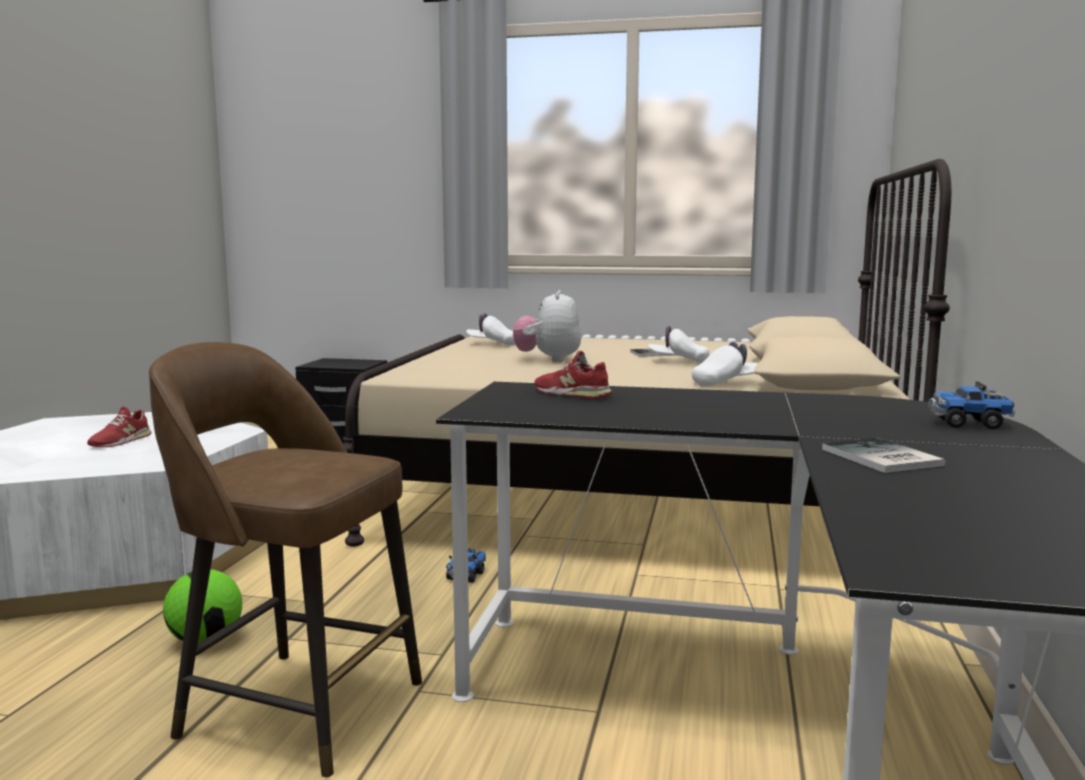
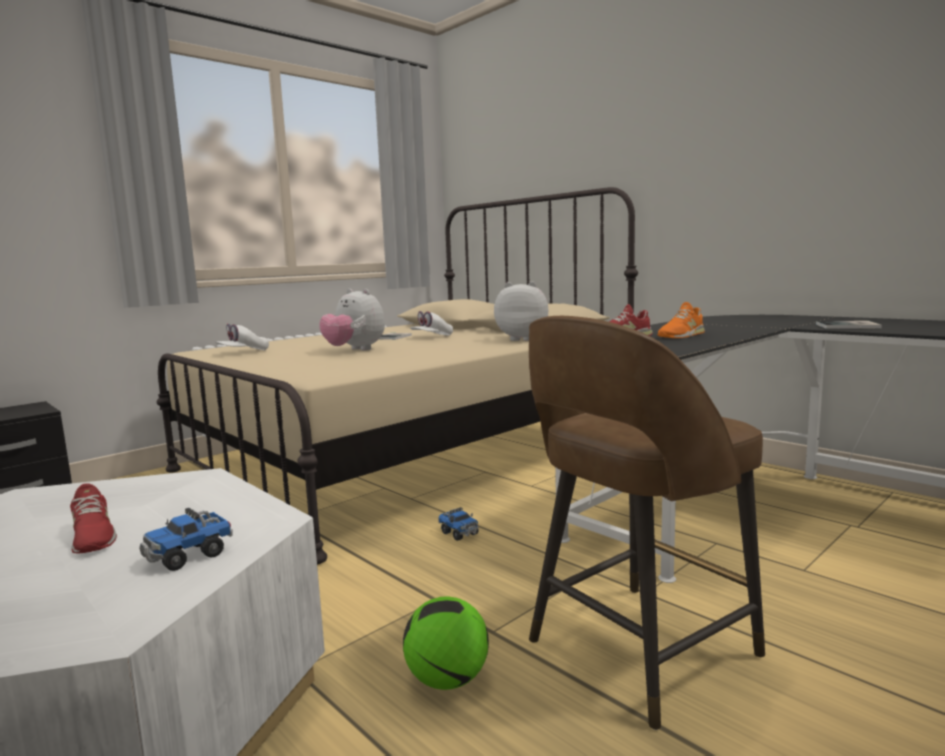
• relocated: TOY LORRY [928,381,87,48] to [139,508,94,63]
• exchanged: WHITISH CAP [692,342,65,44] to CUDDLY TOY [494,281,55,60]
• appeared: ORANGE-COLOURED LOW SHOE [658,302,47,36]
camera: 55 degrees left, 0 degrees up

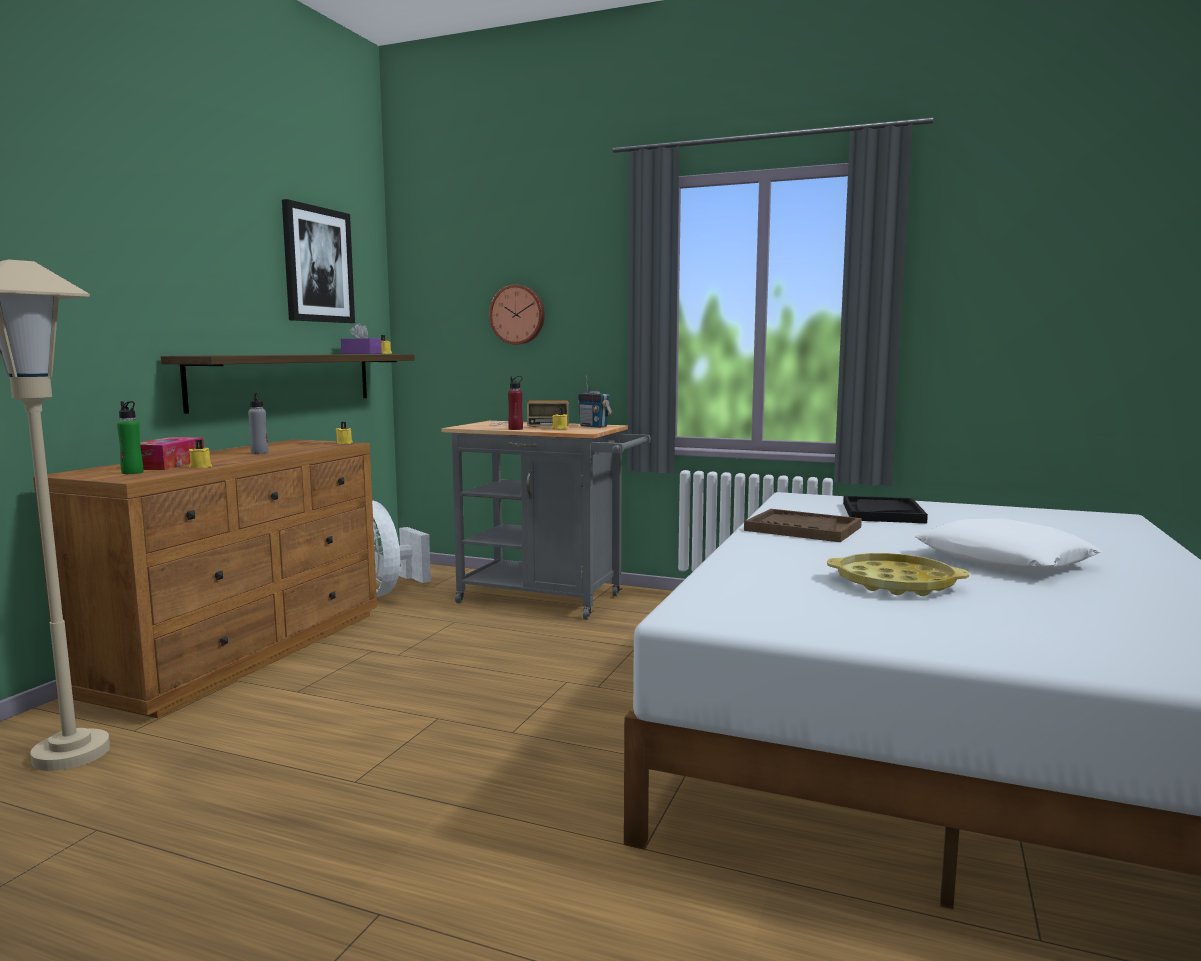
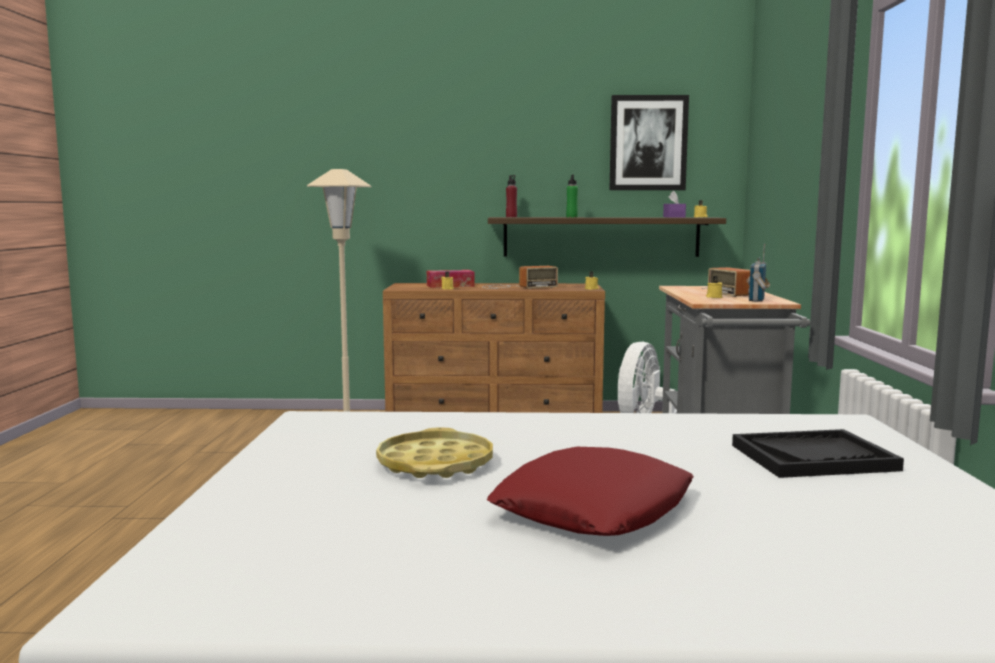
• exchanged: GRAY BEVERAGE BOTTLE [248,393,20,61] to RADIO RECEIVER [482,266,76,23]
• colour: WHITISH PILLOW [914,519,188,53] to RED-COLOURED PILLOW [487,447,207,89]
• relocated: RED-COLOURED BEVERAGE BOTTLE [508,376,15,54] to [506,175,11,42]
• relocated: GREEN BEVERAGE BOTTLE [117,401,26,73] to [566,174,12,44]
• missing: WALL CLOCK [489,285,56,60]
• missing: BROWN-COLOURED TRAY [744,509,118,33]
camera: 70 degrees right, 0 degrees up

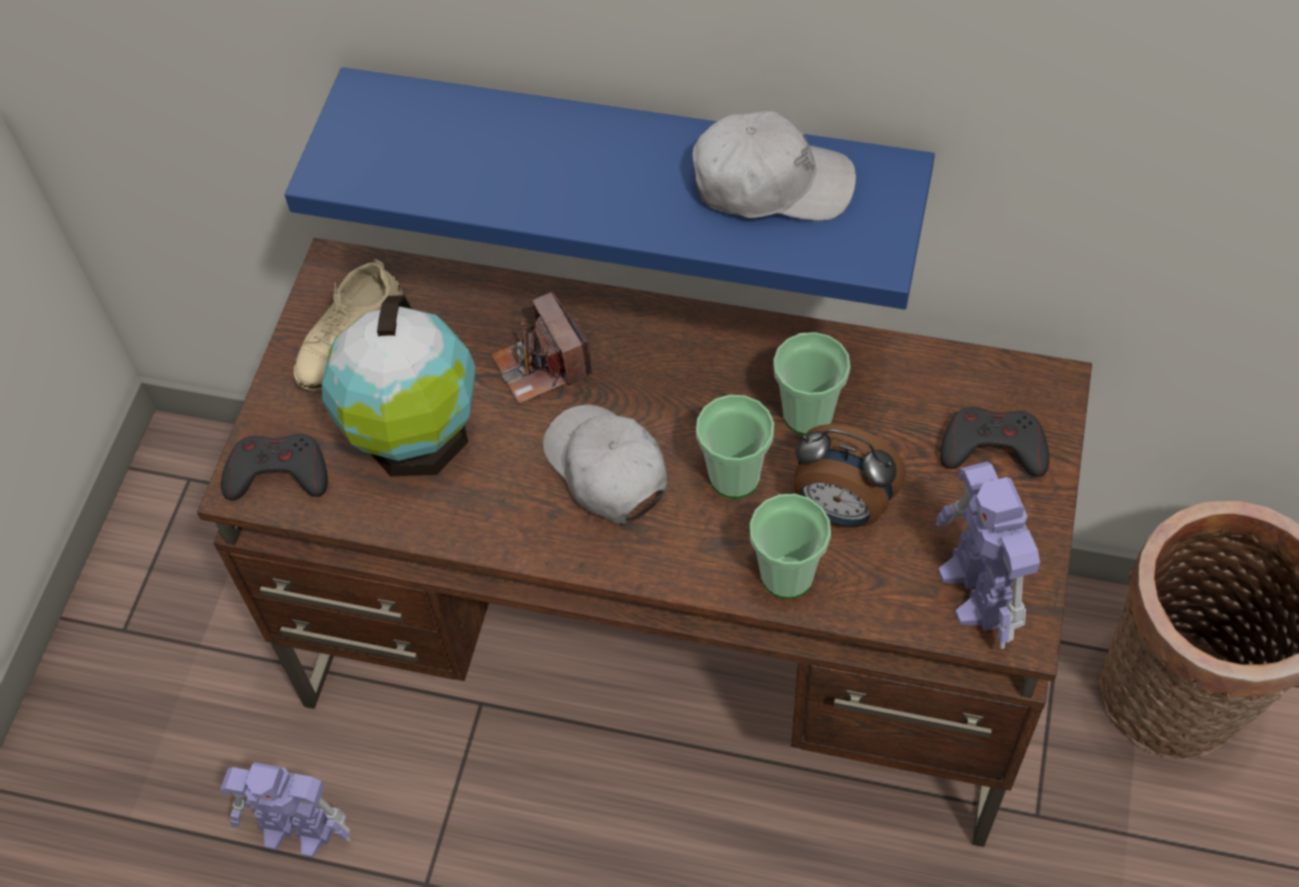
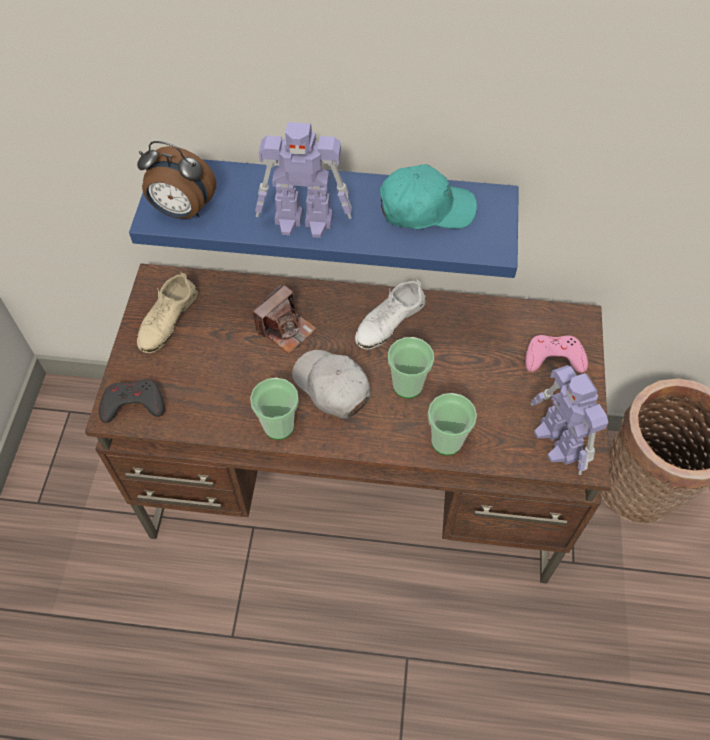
• relocated: BEDSIDE CLOCK [794,424,112,102] to [137,141,79,78]
• relocated: SMALL CUP [773,332,78,103] to [250,378,49,62]
• spun: PHOTO CAMERA [491,292,102,112] = [252,284,65,70] 105 degrees counterclockwise
• relocated: TOY ROBOT [220,762,131,96] to [255,122,97,116]
• appeared: WHITISH LOW SHOE [355,279,71,70]
• colour: WHITISH CAP [692,111,164,110] to TURQUOISE CAP [380,164,97,65]
• colour: GRAY JOYPAD [940,407,109,70] to PINK-COLOURED JOYPAD [525,335,63,38]
• missing: GLOBE [322,295,153,181]
camera: 10 degrees left, 0 degrees up

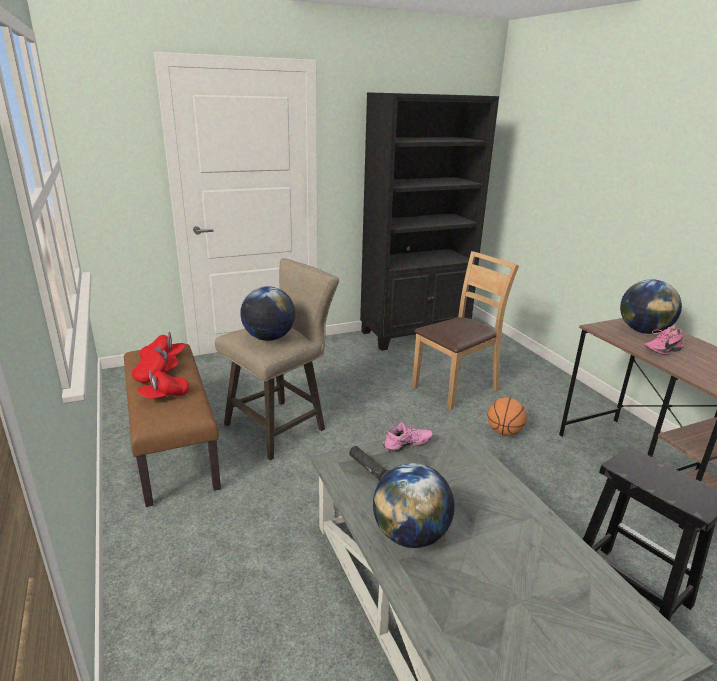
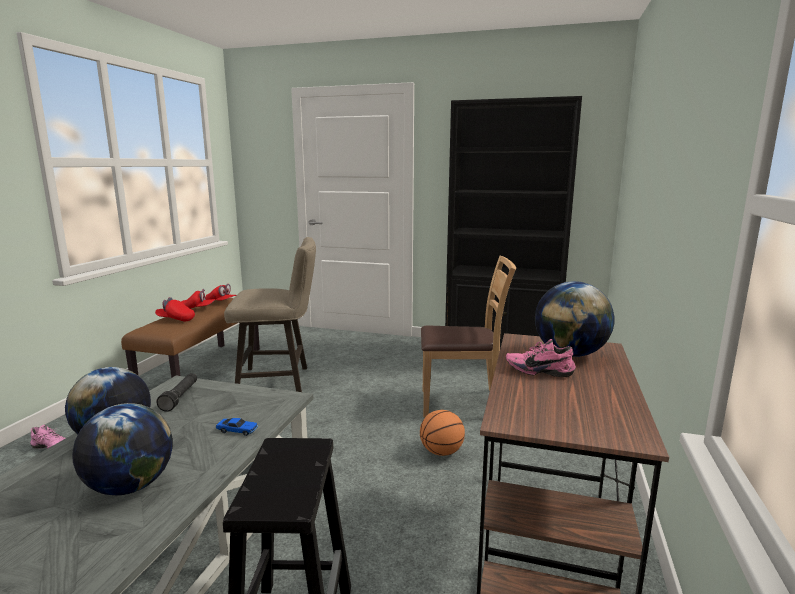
• relocated: PINK-COLOURED LOW SHOE [383,422,50,30] to [30,424,35,25]
• relocated: GLOBE [240,286,55,55] to [72,403,101,92]
• appeared: MODEL CAR [216,418,42,18]
camera: 40 degrees right, 10 degrees down

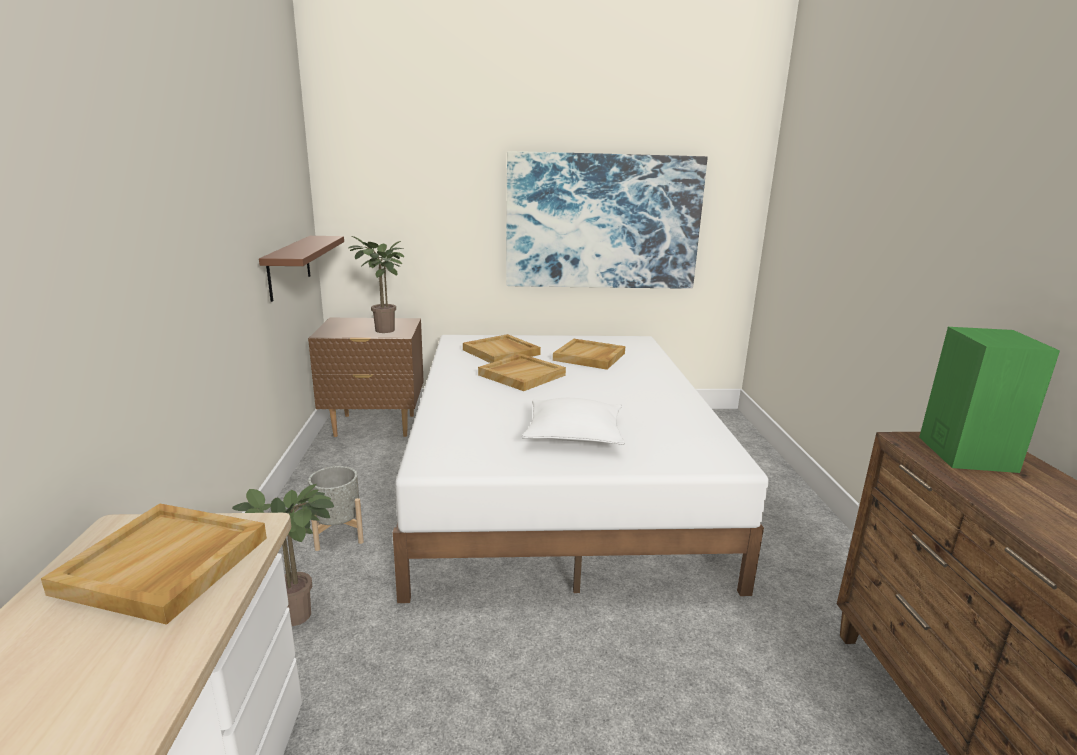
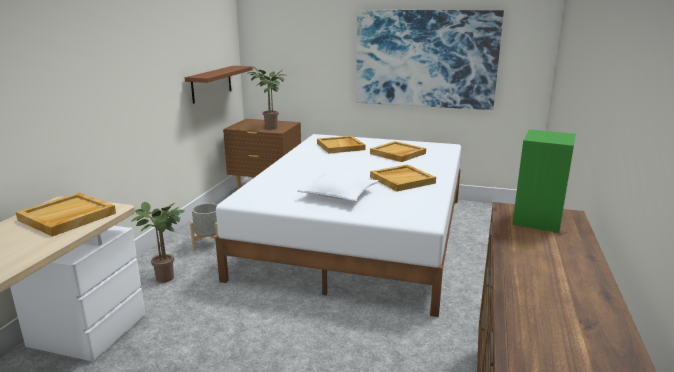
• relocated: SAND-COLOURED TRAY [478,354,88,37] to [370,165,66,26]
camera: 20 degrees right, 0 degrees up

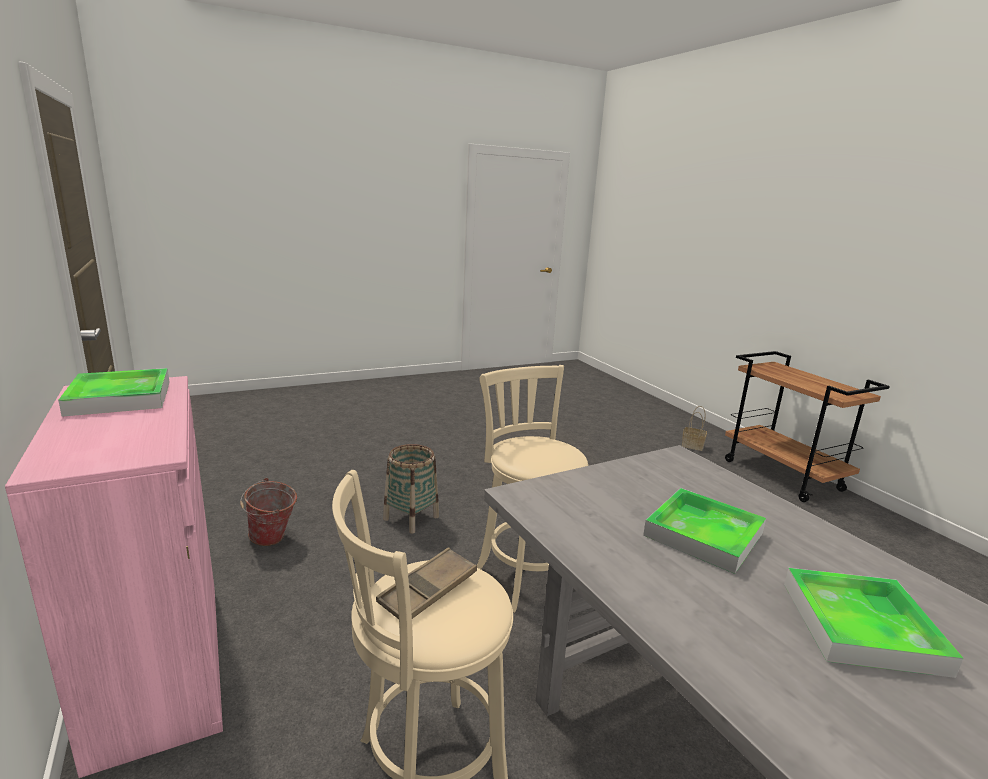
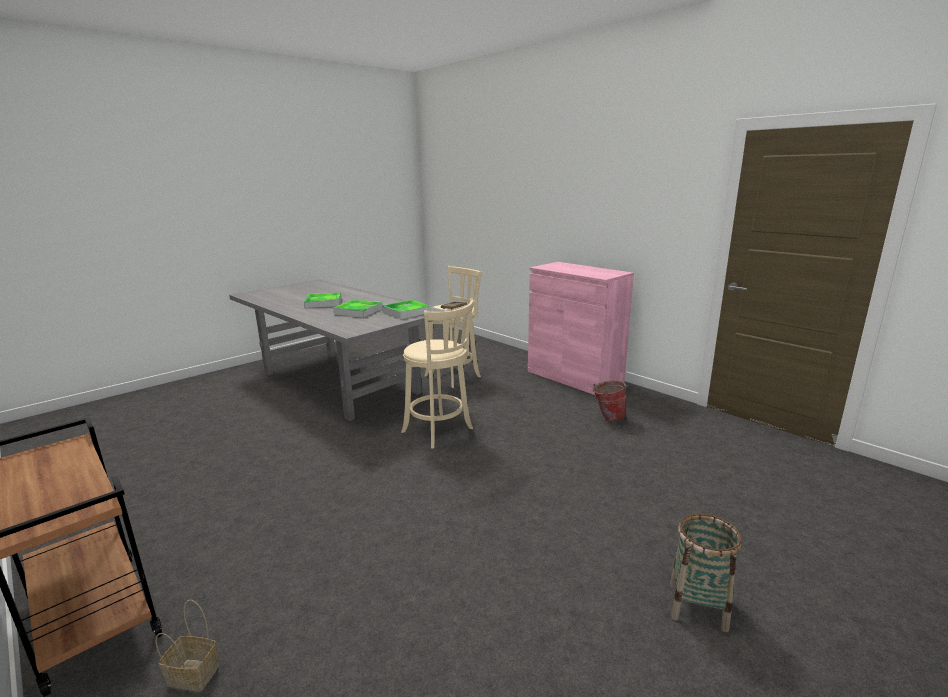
• relocated: TRAY [58,368,111,48] to [382,300,49,19]
• relocated: HOUSEHOLD BASKET [383,444,56,89] to [670,513,72,119]
camera: 165 degrees right, 0 degrees up

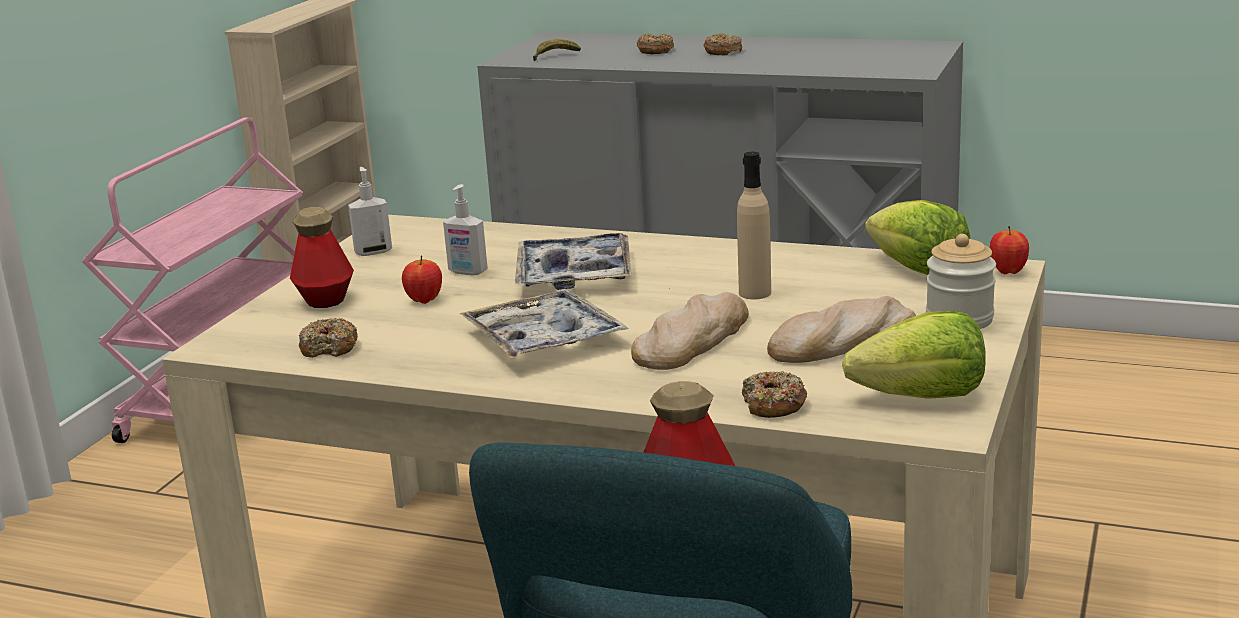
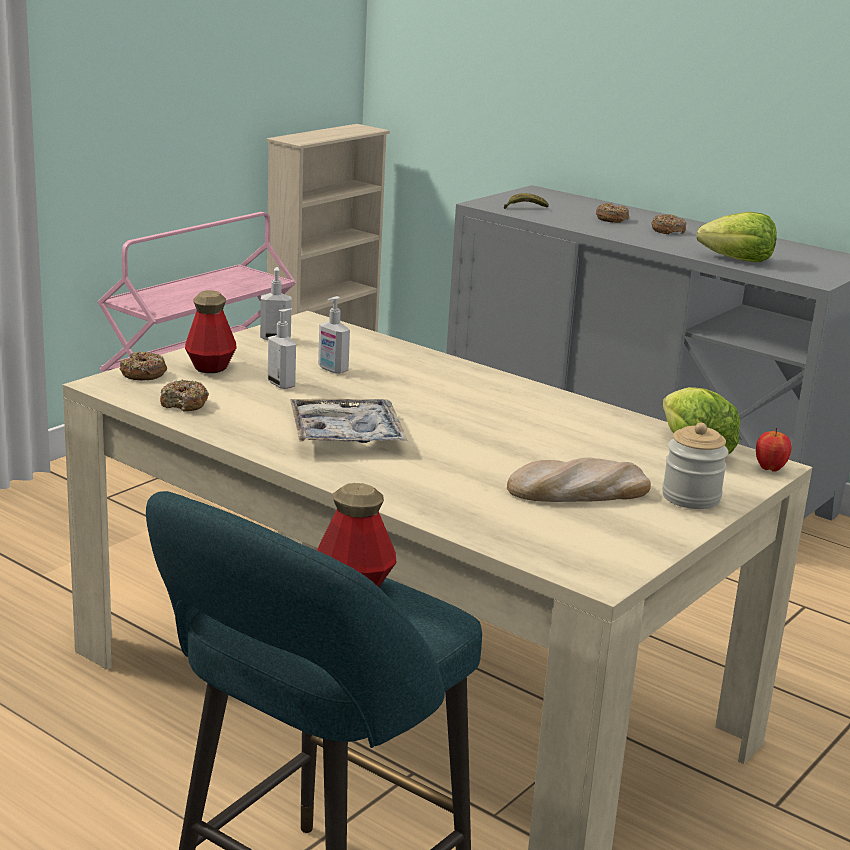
• relocated: DOUGHNUT [742,371,65,47] to [119,351,48,29]
• exchanged: WHOLE APPLE [402,256,40,48] to LIQUID SOAP BOTTLE [268,308,28,81]
• relocated: LETTUCE HEAD [842,311,144,88] to [697,212,80,50]
• missing: TRAY [515,233,116,57]
• missing: BAKERY BREAD [631,292,118,78]
• missing: SAND-COLOURED BEVERAGE BOTTLE [737,152,34,147]
camera: 15 degrees right, 0 degrees up

